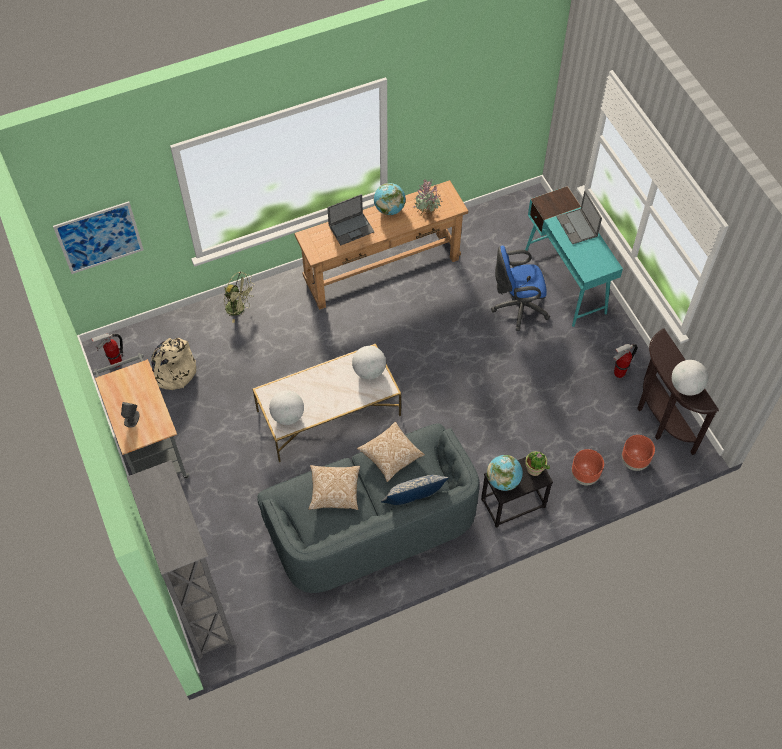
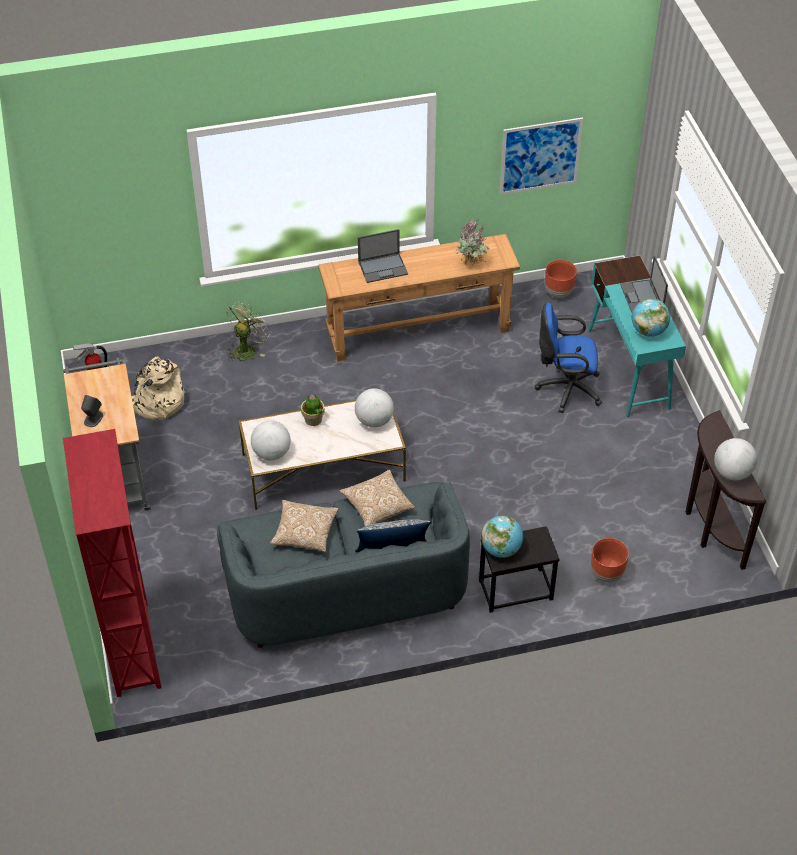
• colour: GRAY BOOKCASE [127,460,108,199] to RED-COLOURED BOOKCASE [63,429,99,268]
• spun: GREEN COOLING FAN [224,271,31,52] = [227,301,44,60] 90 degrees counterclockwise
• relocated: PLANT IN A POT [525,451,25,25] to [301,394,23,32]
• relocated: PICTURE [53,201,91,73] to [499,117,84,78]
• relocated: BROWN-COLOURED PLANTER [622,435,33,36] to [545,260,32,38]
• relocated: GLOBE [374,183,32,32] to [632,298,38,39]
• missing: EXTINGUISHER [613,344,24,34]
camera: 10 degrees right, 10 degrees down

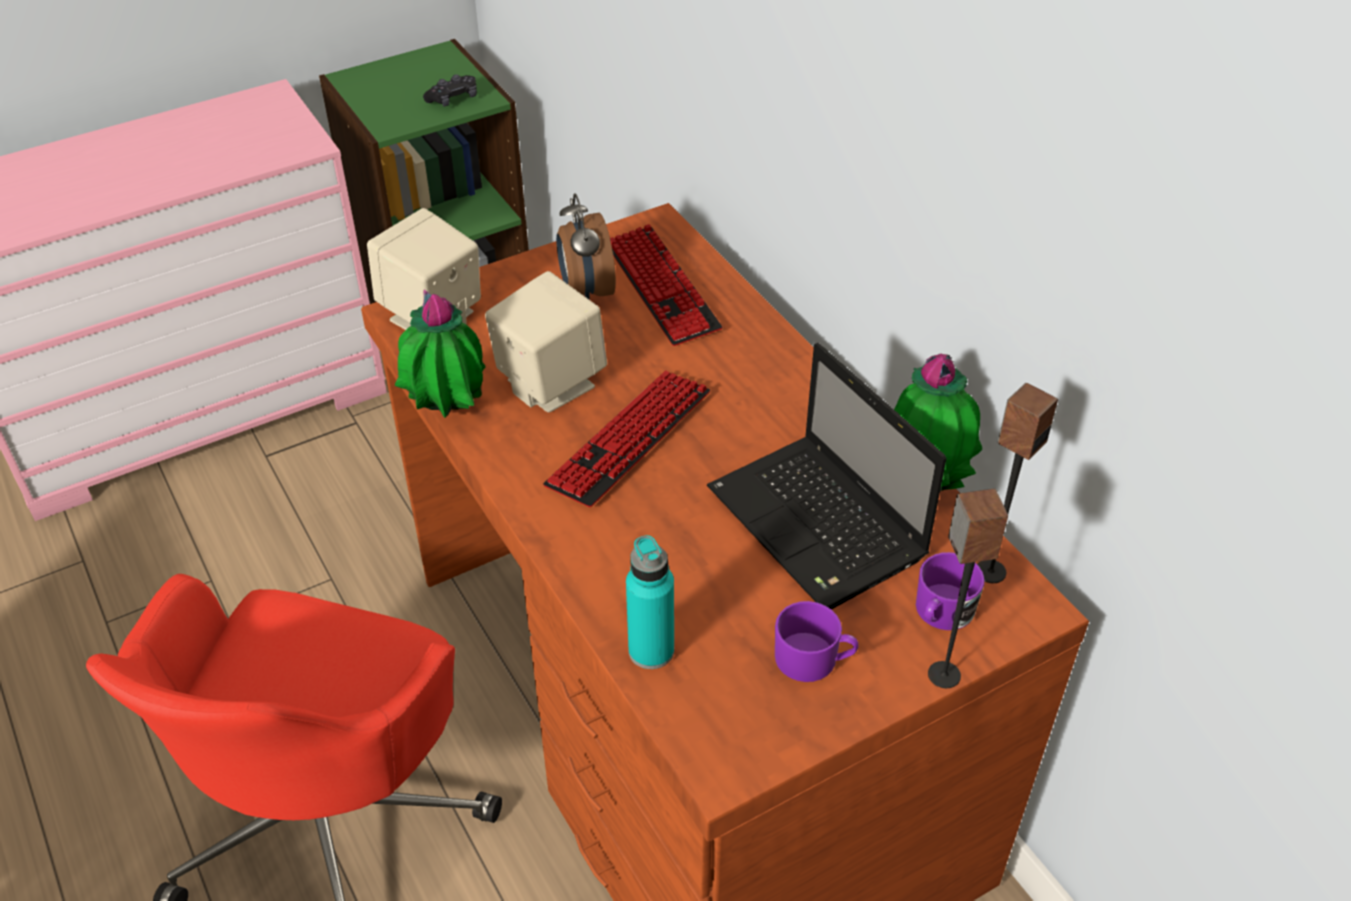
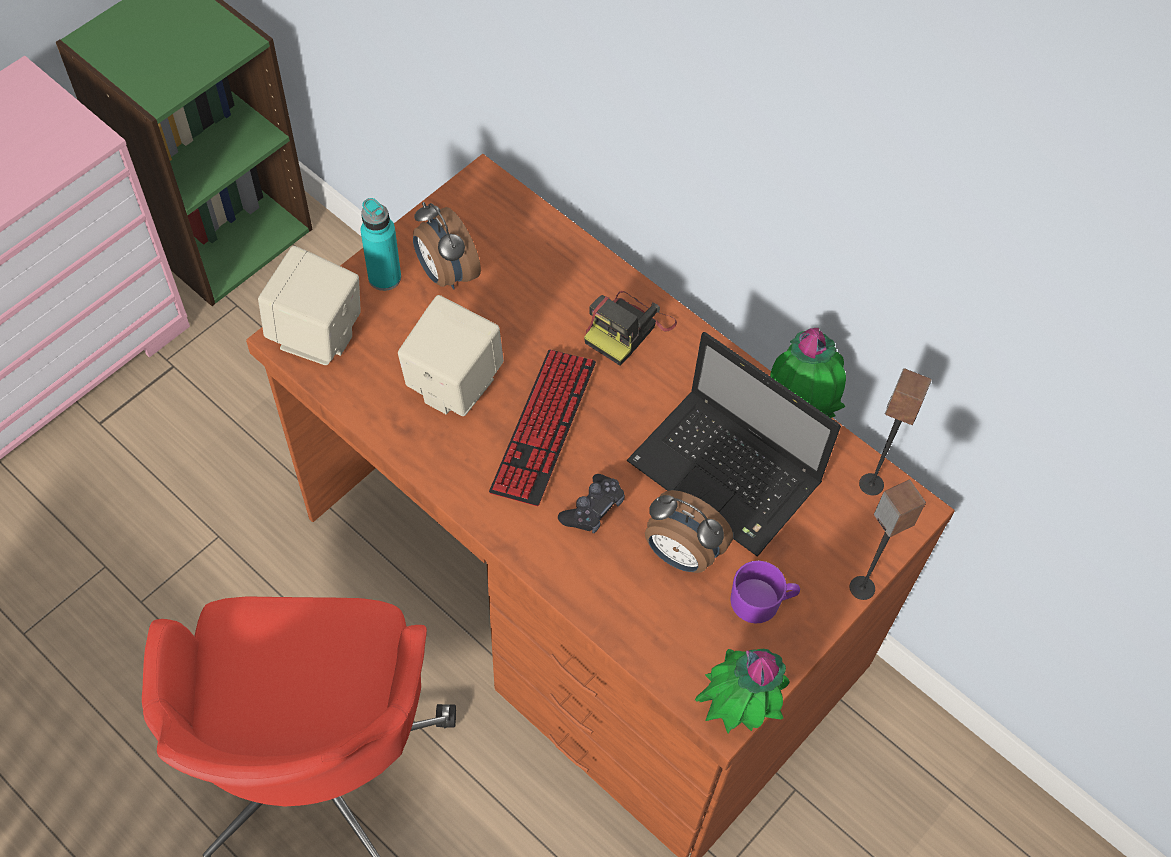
• relocated: TURQUOISE BEVERAGE BOTTLE [626,535,48,134] to [361,198,40,93]
• relocated: BLACK JOYPAD [423,74,54,33] to [558,474,67,60]
• appeared: PHOTO CAMERA [584,291,93,75]
• appeared: BEDSIDE CLOCK [645,490,88,83]
• relocated: PLANT IN A POT [395,289,90,129] to [695,649,94,84]
• missing: PC KEYBOARD [610,224,112,122]
• missing: PURPLISH COFFEE MUG [916,552,69,78]
camera: 20 degrees left, 15 degrees up

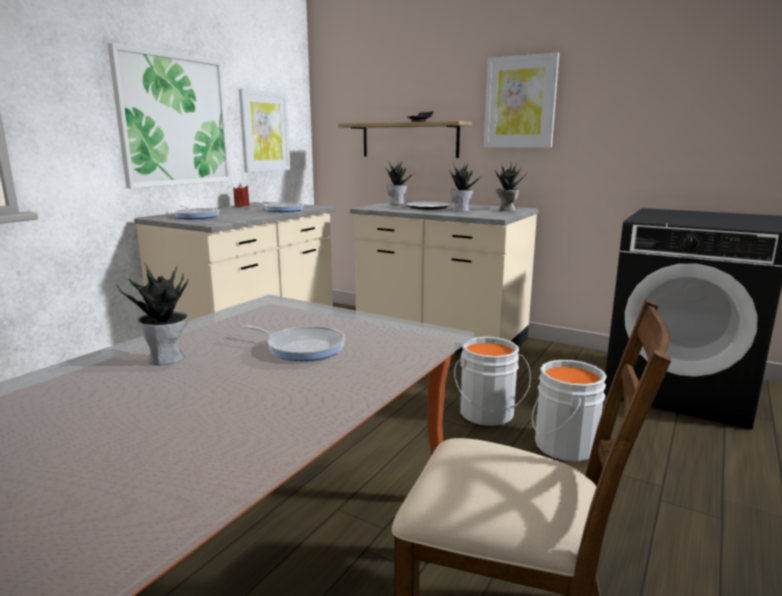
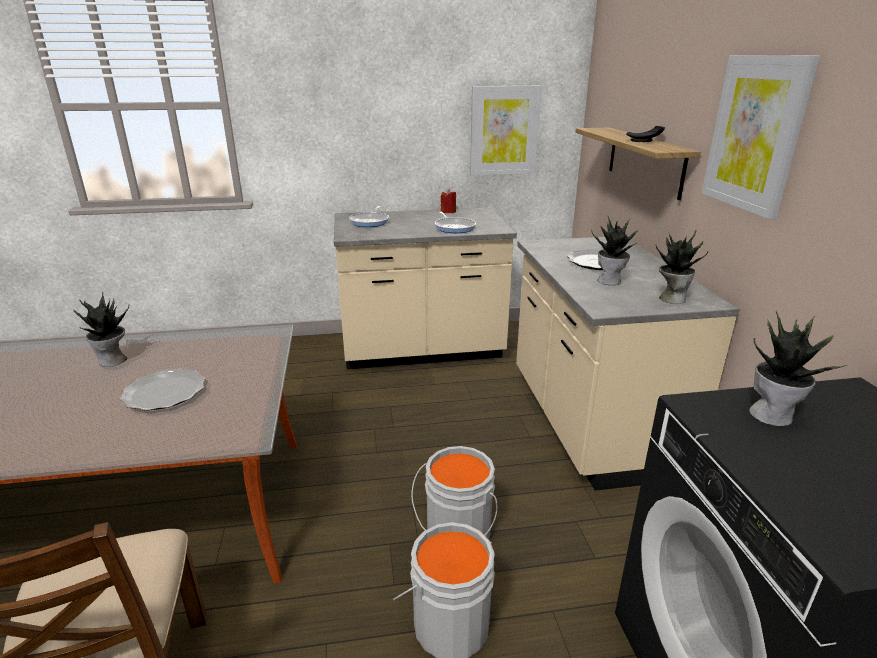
• exchanged: FRYING PAN [243,325,102,36] to PLATE [120,369,85,42]
• relocated: PLANT IN A POT [386,161,27,44] to [749,311,98,115]
• missing: PICTURE [108,43,124,145]
camera: 50 degrees right, 10 degrees up

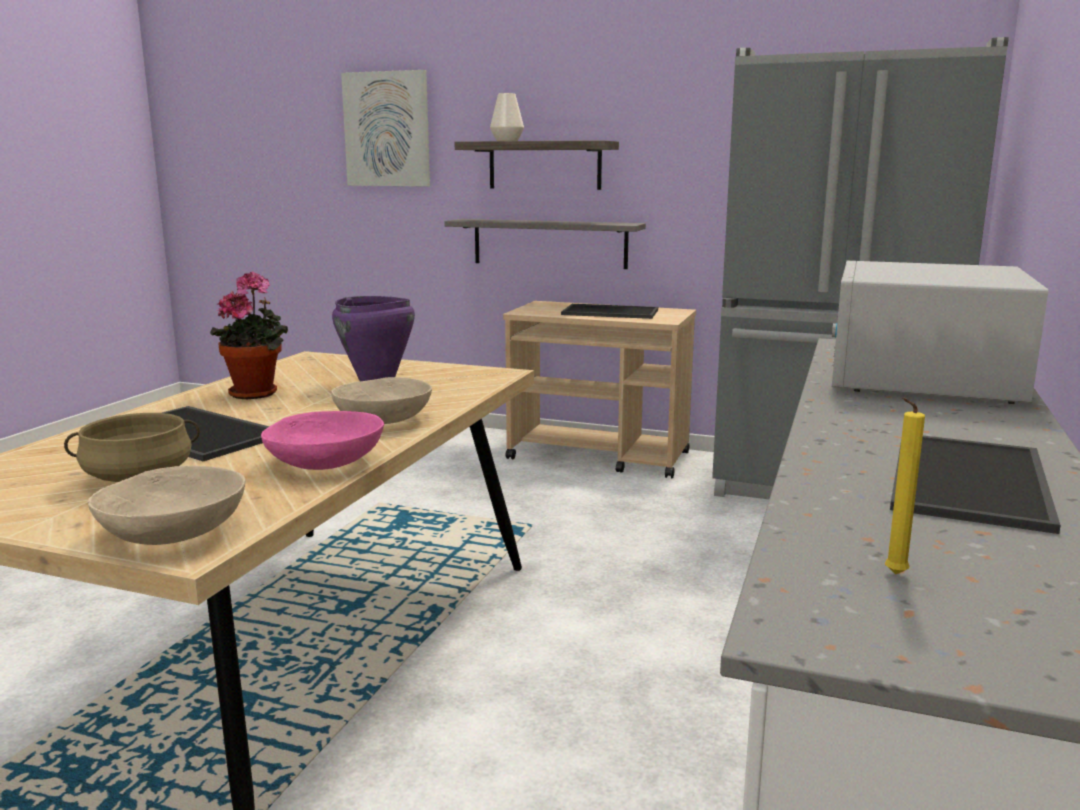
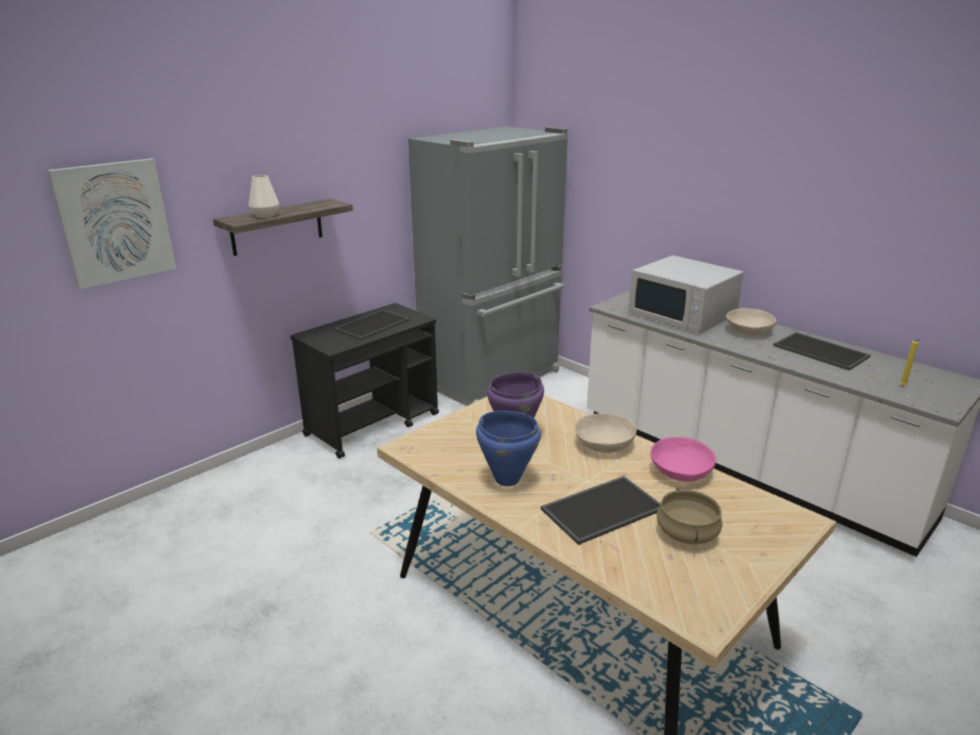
• colour: SAND-COLOURED CART [503,301,193,178] to BLACK CART [290,303,149,156]
• exchanged: PLANT IN A POT [210,271,78,128] to BLUISH STOCKPOT [476,411,65,75]
• relocated: SAND-COLOURED BOWL [88,466,158,79] to [726,308,50,27]
• missing: GRAY BRACKET SHELF [444,219,202,50]
camera: 65 degrees left, 10 degrees up

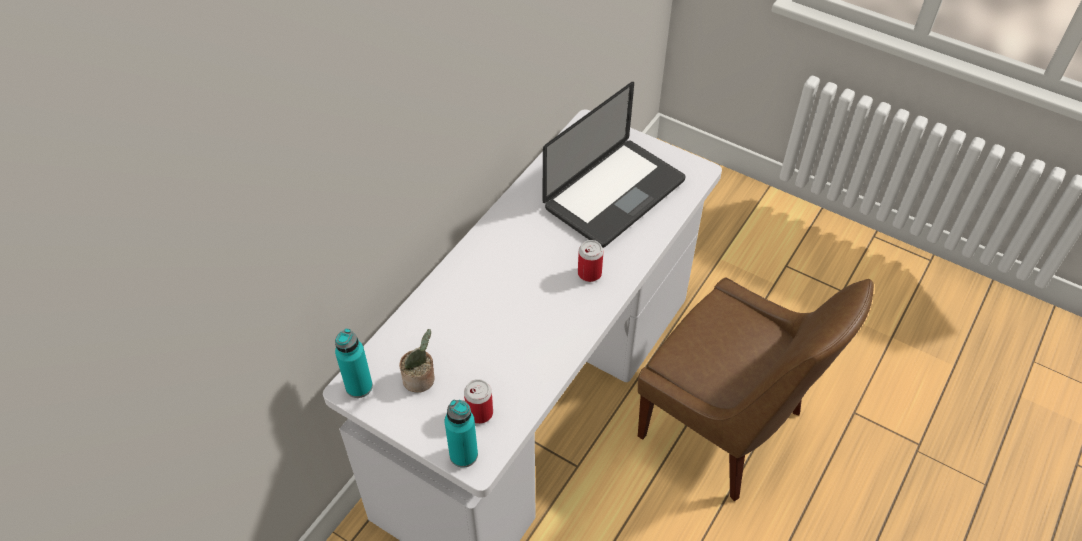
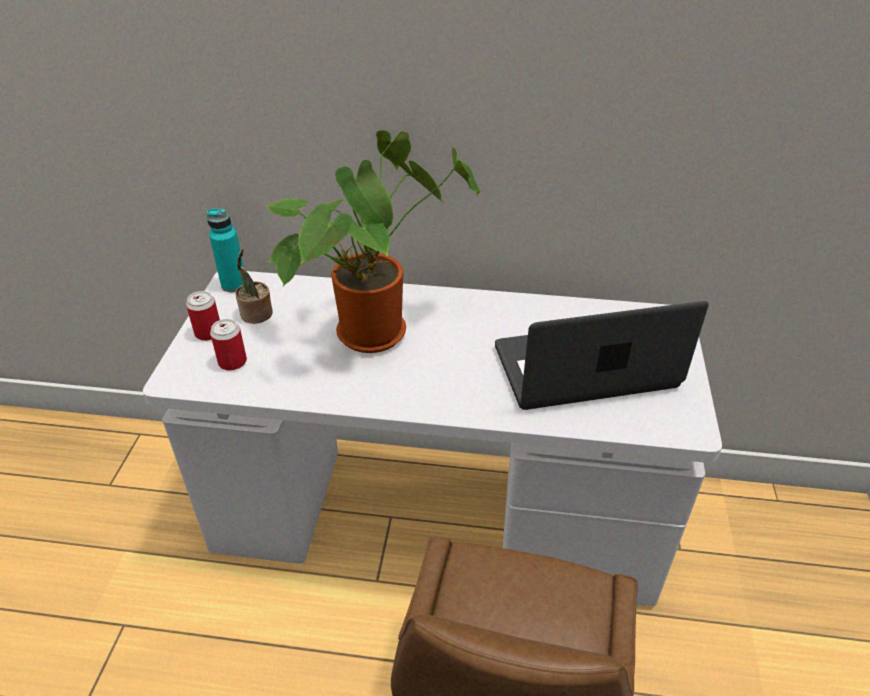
• relocated: SEALED CAN [578,240,26,42] to [186,291,34,50]
• appeared: PLANT IN A POT [267,130,213,223]
• spun: LAPTOP [543,82,143,166] = [495,301,214,109] 150 degrees clockwise
• missing: TURQUOISE BEVERAGE BOTTLE [445,400,33,68]
camera: 65 degrees right, 10 degrees down

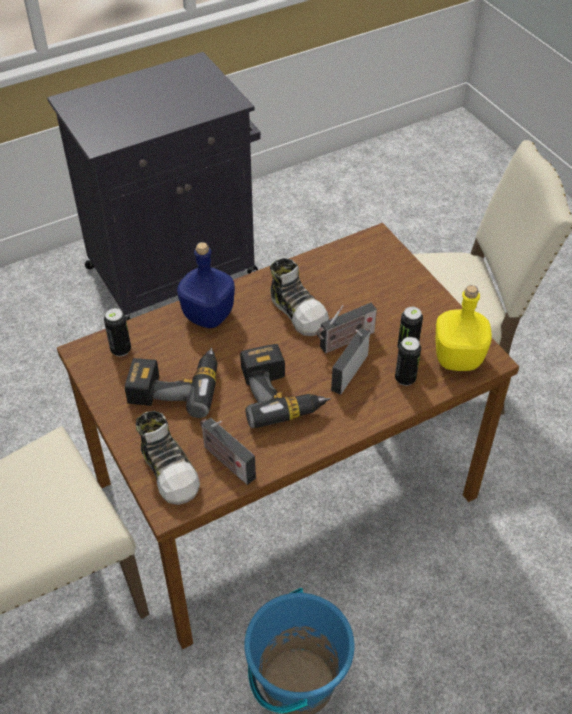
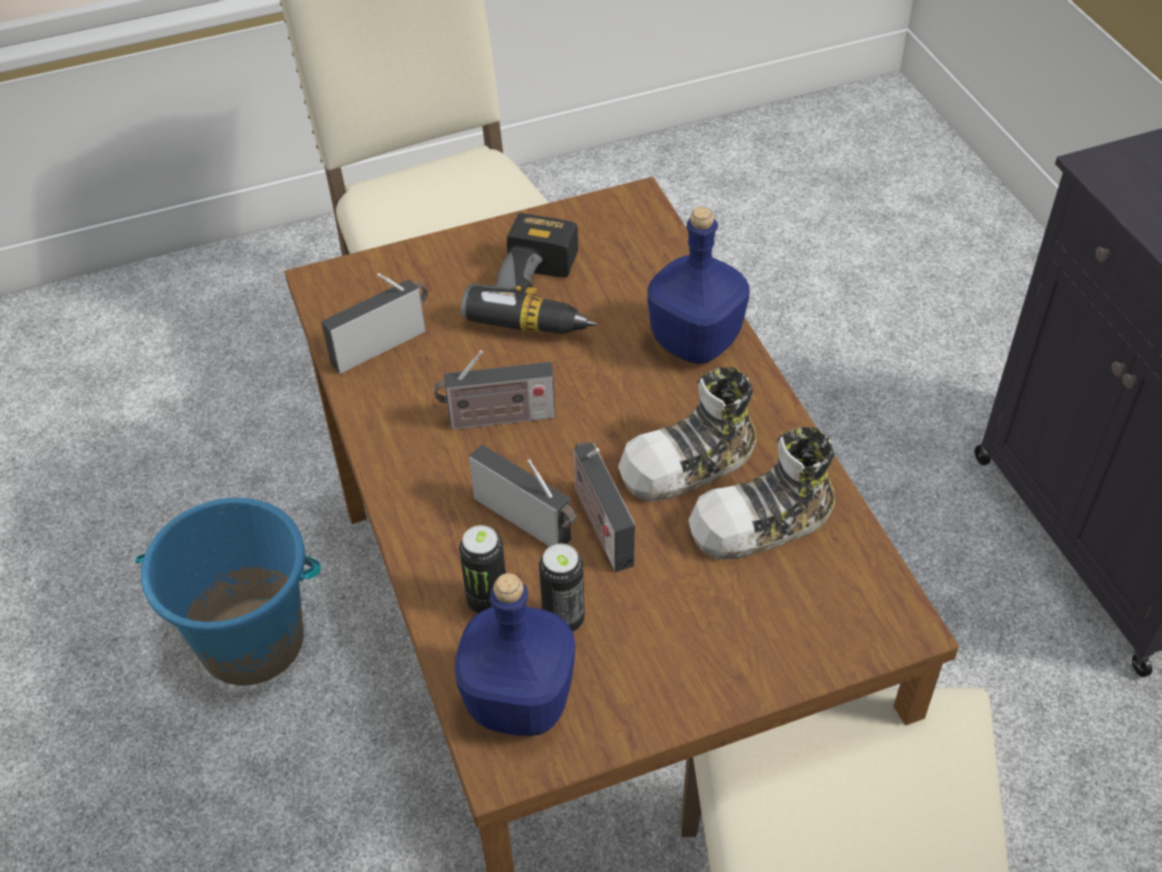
• exchanged: POWER DRILL [240,344,91,84] to RADIO RECEIVER [434,350,122,80]
• colour: YELLOWISH BEVERAGE BOTTLE [435,285,57,86] to BLUISH BEVERAGE BOTTLE [455,573,120,163]
• relocated: LOW SHOE [136,411,64,94] to [688,427,147,133]
• missing: SEALED CAN [104,308,27,49]
camera: 100 degrees right, 0 degrees up

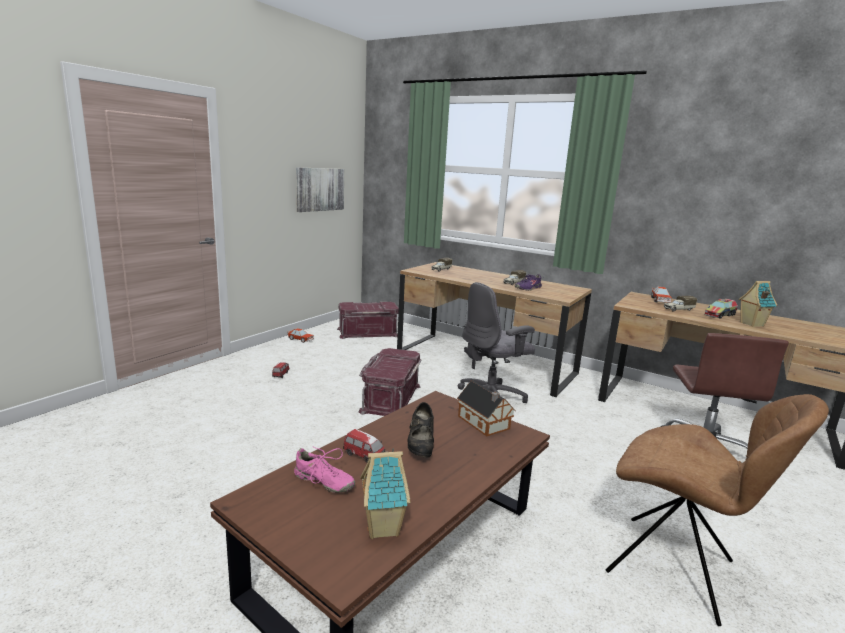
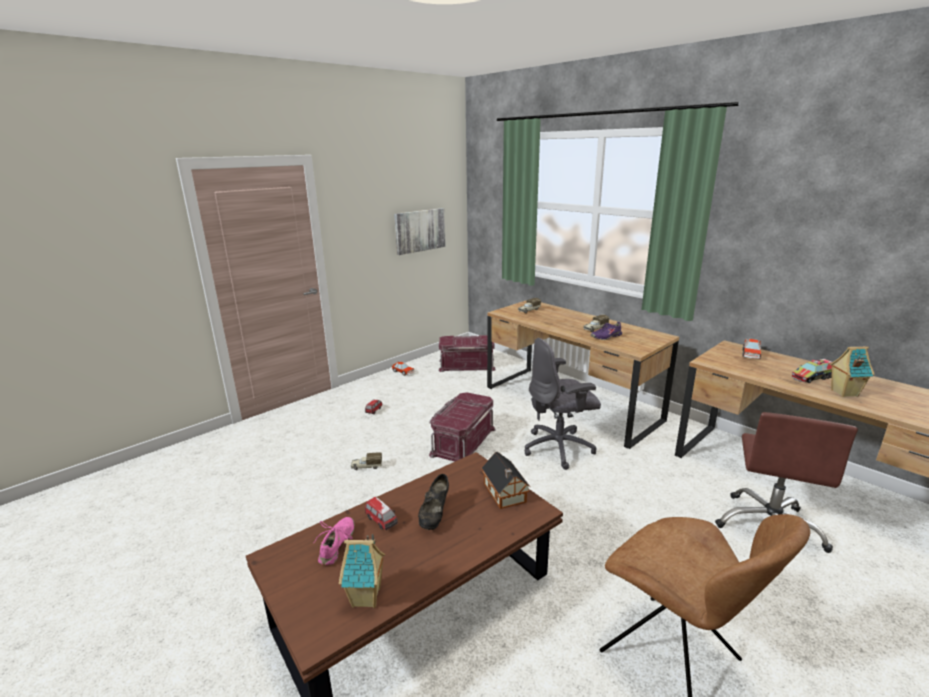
• spun: PINK-COLOURED LOW SHOE [294,446,61,47] = [314,517,40,49] 120 degrees counterclockwise
• relocated: TOY LORRY [663,296,34,16] to [351,452,31,18]
camera: 15 degrees right, 5 degrees up

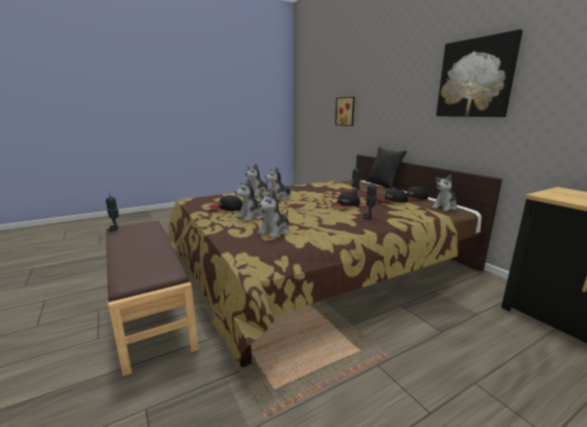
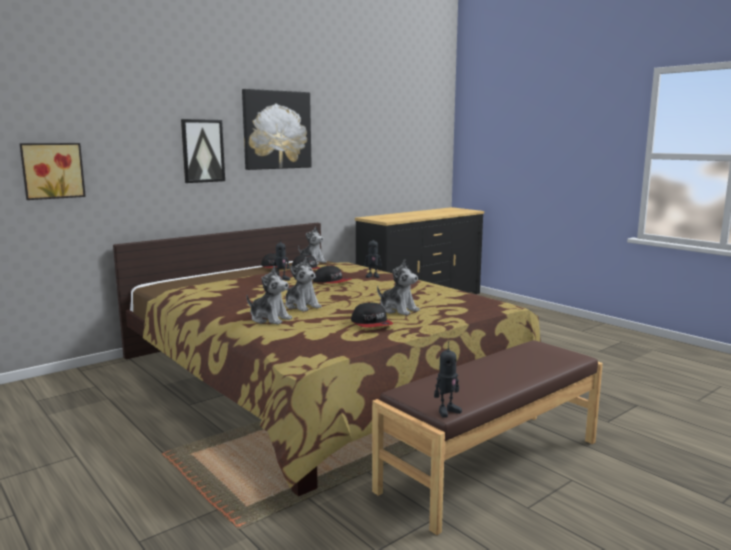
• appeared: PICTURE [181,119,44,64]
• missing: CUDDLY TOY [257,189,32,49]
• missing: BLACK PILLOW [366,147,41,42]
camera: 100 degrees left, 5 degrees down

